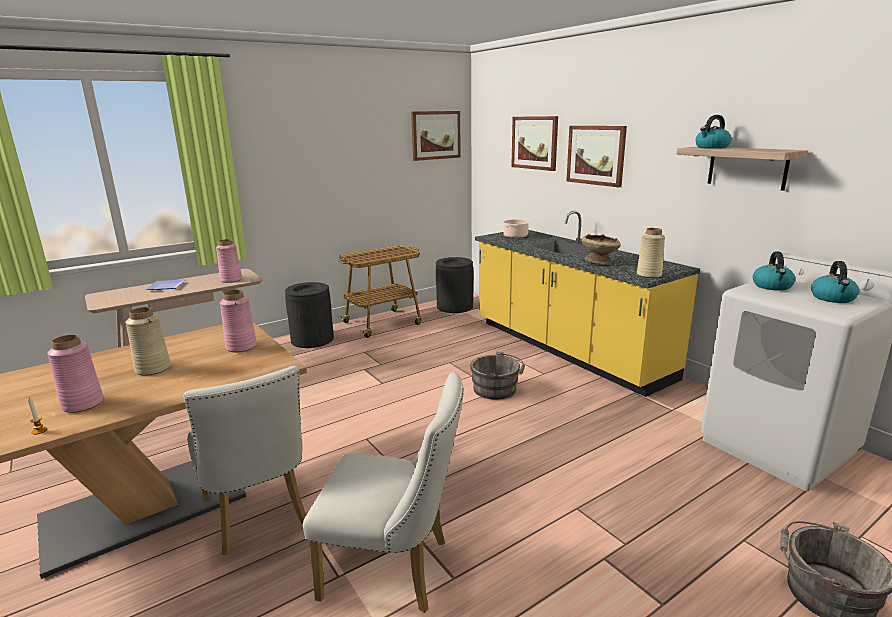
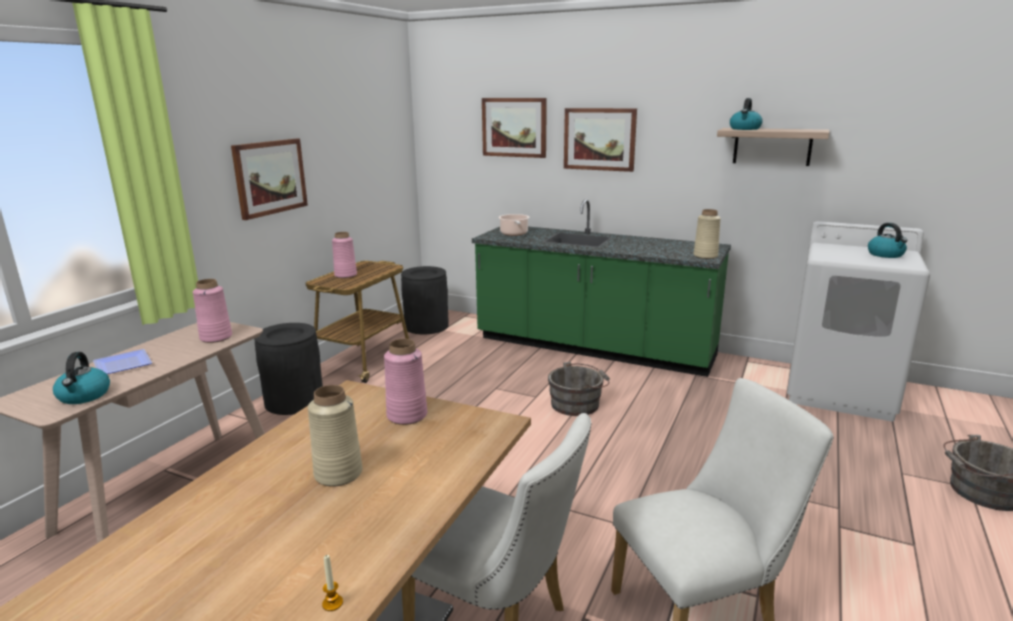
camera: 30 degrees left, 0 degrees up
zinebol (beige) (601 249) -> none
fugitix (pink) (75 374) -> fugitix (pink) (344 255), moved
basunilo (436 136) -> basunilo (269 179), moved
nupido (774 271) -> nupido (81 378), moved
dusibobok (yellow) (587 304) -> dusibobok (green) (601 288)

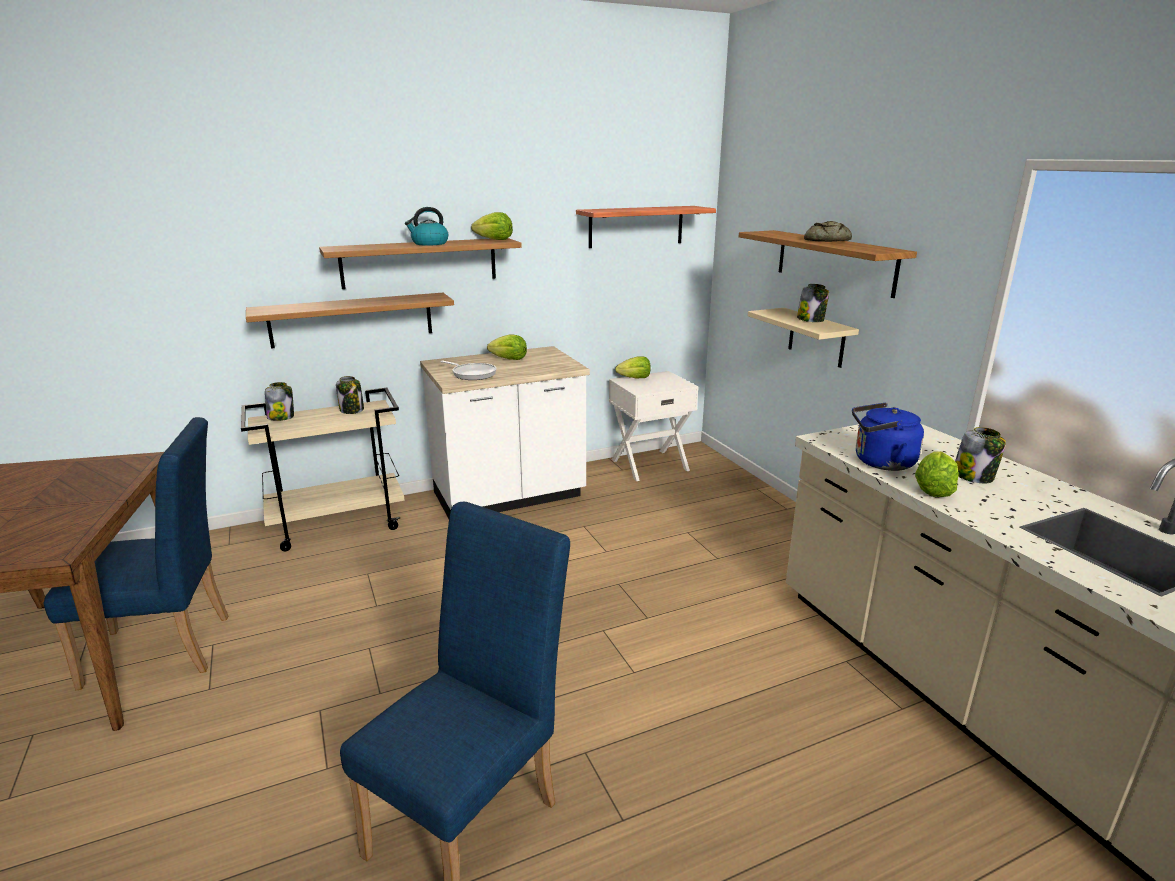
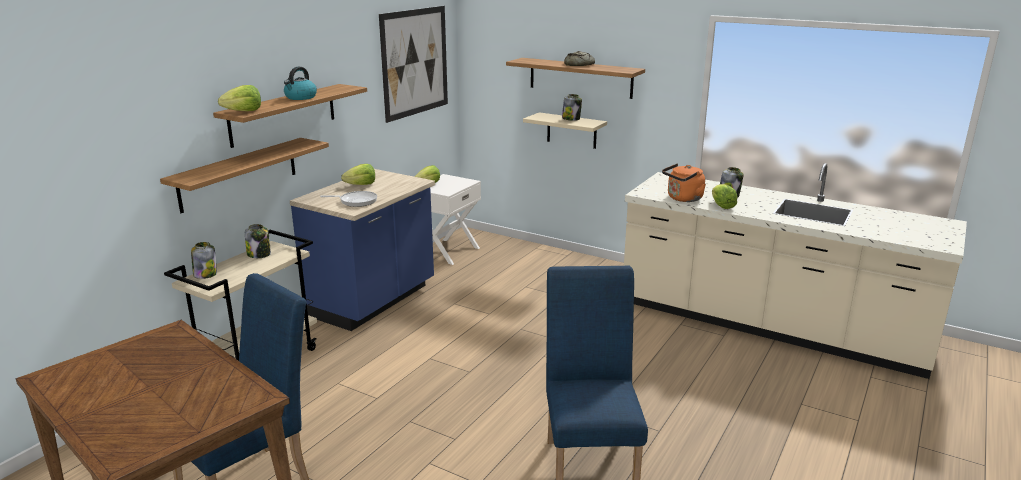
camera: 35 degrees left, 0 degrees up
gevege (492 226) -> gevege (239 98), moved
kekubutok (646 227) -> basunilo (413 64)
dusibobok (white) (505 432) -> dusibobok (blue) (362 250)
nupido (blue) (888 436) -> nupido (orange) (684 182)

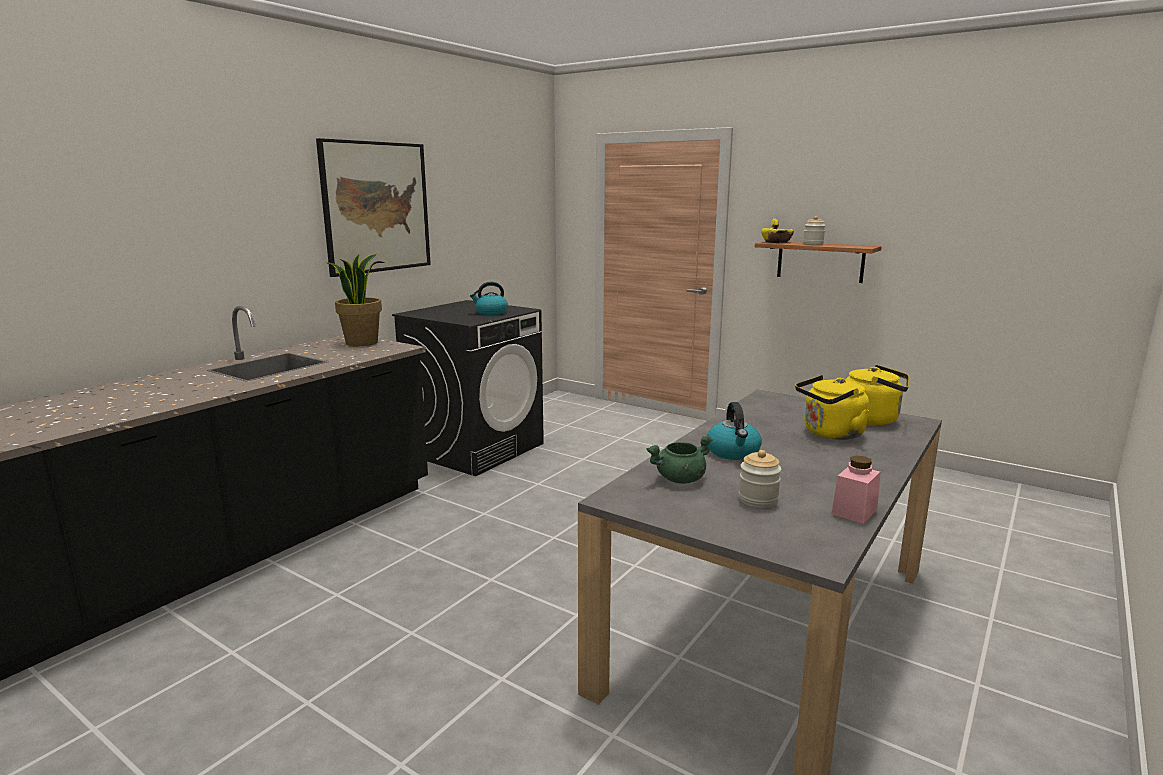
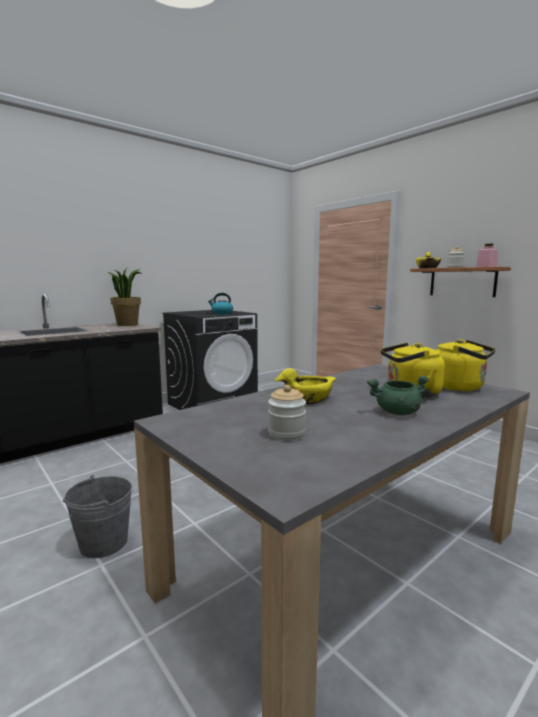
camera: 15 degrees right, 5 degrees down
basunilo (373 207) -> none
none -> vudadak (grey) (97 516)
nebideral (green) (679 459) -> nebideral (green) (398 395), moved
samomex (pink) (856 489) -> samomex (pink) (487 255), moved
nupido (734 431) -> zinebol (yellow) (305 386)

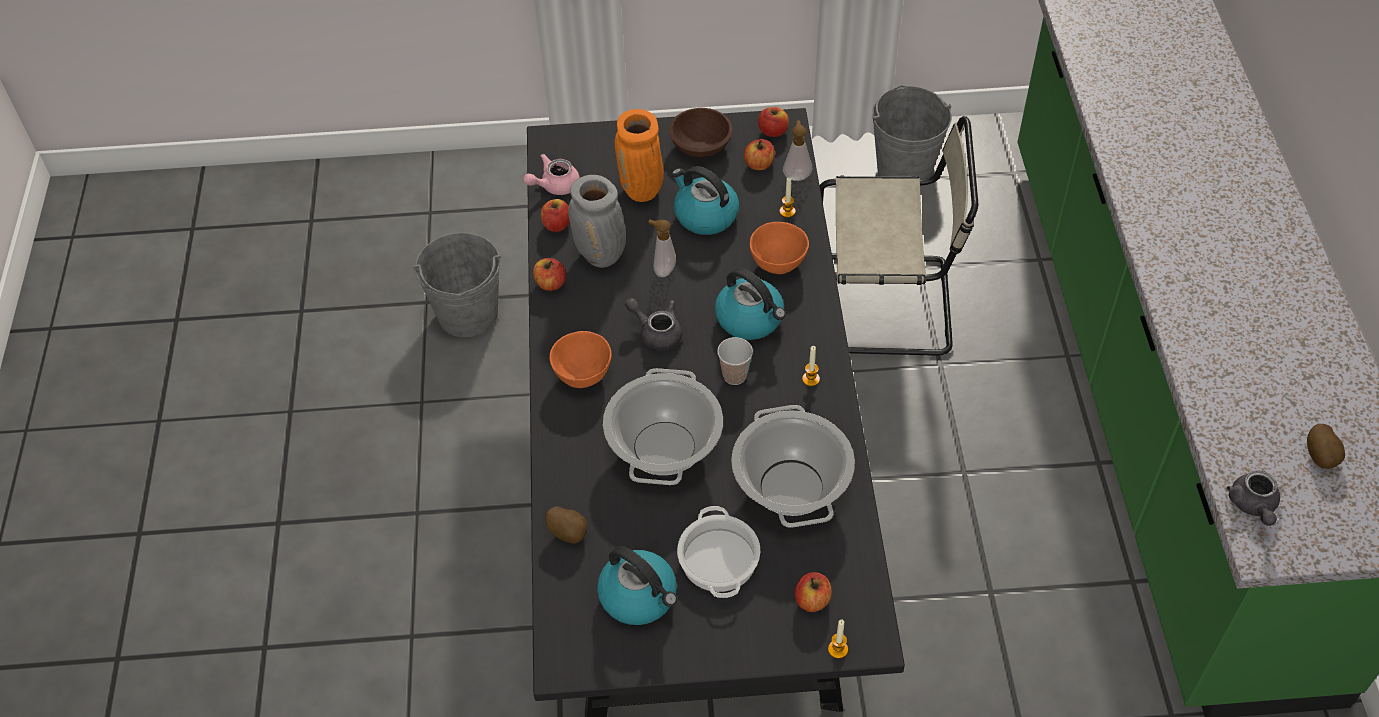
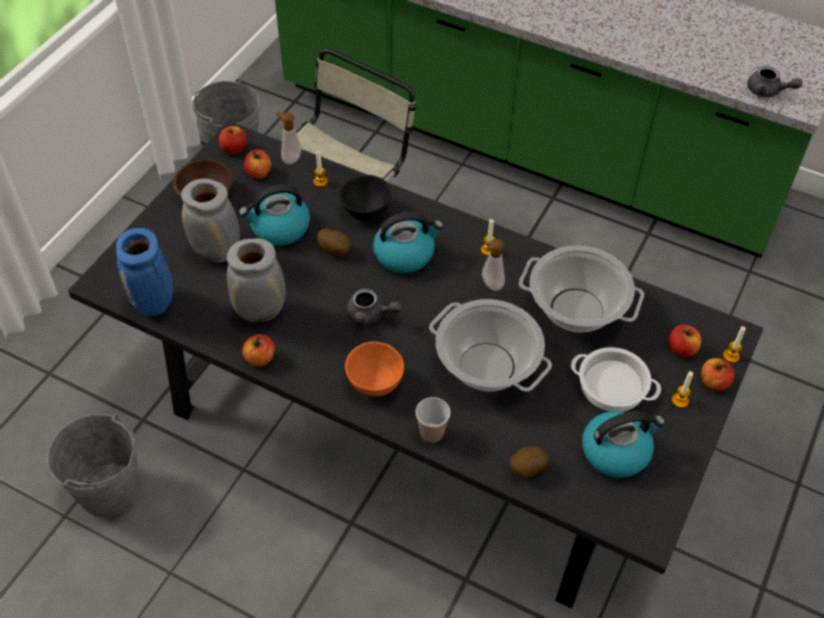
camera: 60 degrees left, 0 degrees up
none -> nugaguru (682 389)
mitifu (555 215) -> mitifu (718 374), moved
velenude (662 248) -> velenude (493 264), moved
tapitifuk (735 361) -> tapitifuk (433 420), moved
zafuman (1326 446) -> zafuman (334 242), moved
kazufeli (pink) (551 174) -> fugitix (blue) (144 272)
fugitix (orange) (639 155) -> fugitix (grey) (210 220)
zinebol (orange) (779 248) -> zinebol (black) (365 198)
kazufeli (grey) (653 324) -> kazufeli (grey) (374 307), 135 degrees counterclockwise

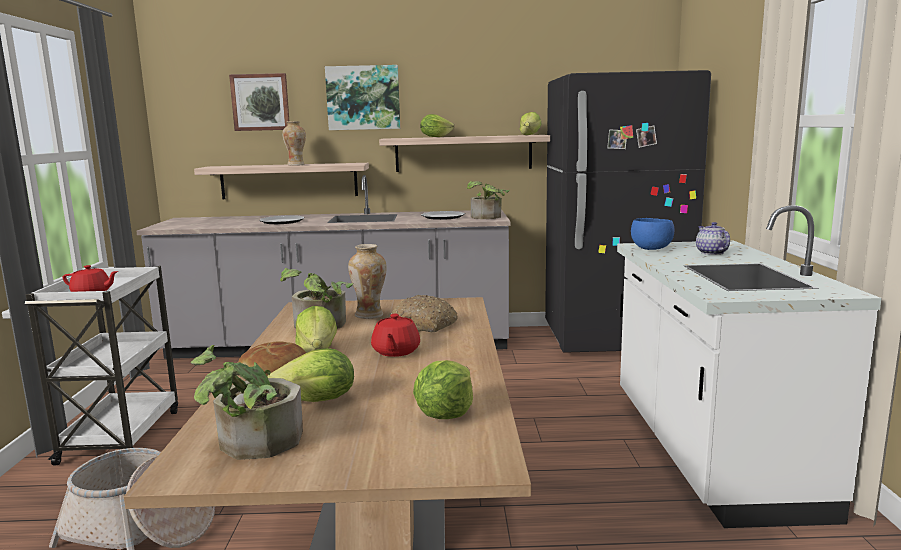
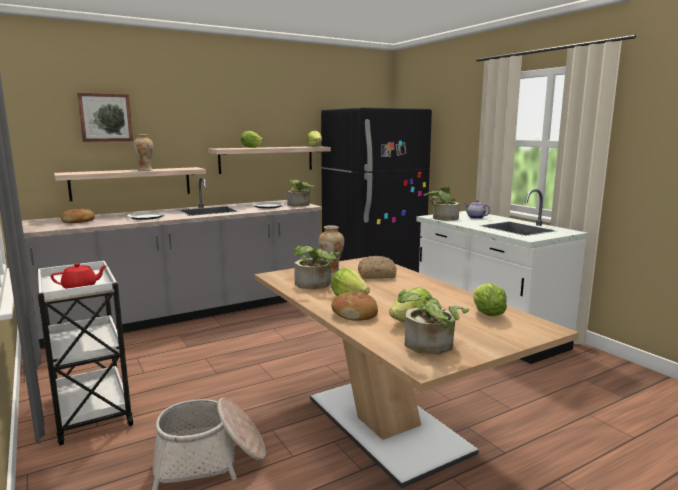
camera: 30 degrees left, 0 degrees up
basunilo (362 97) -> none
kazufeli (red) (395 335) -> none
none -> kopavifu (78 216)
zinebol (blue) (652 234) -> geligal (441 204)

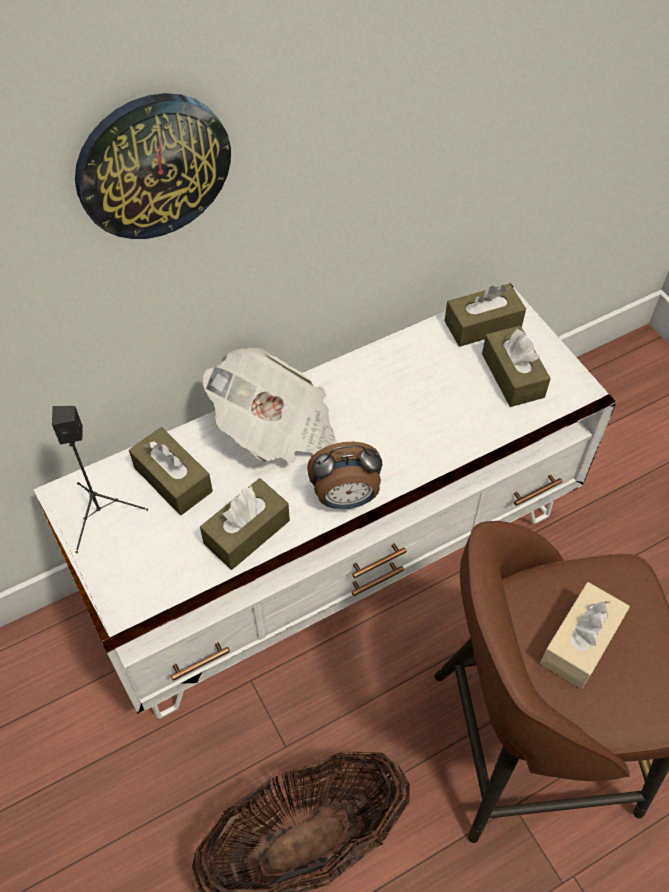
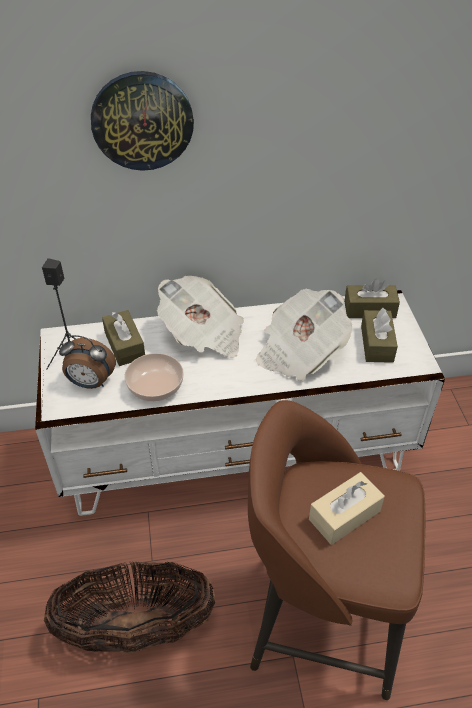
camera: 20 degrees right, 10 degrees down
none -> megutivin (304 335)
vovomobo (344 475) -> vovomobo (87 362), moved
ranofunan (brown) (245 524) -> zinebol (154 377)

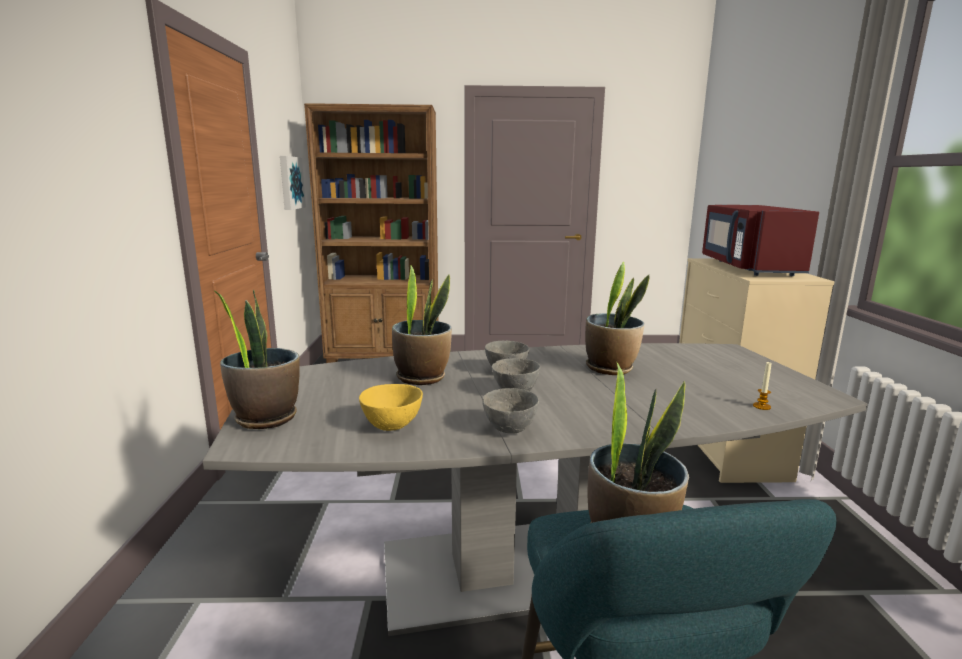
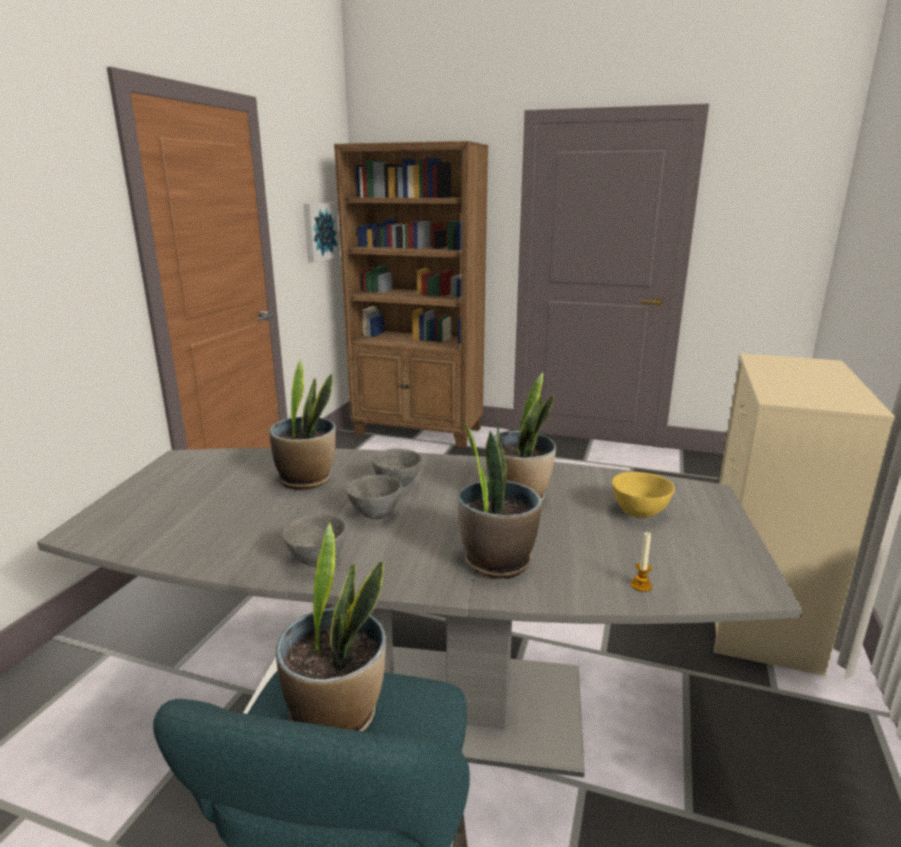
camera: 20 degrees right, 5 degrees up
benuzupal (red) (760 240) -> none
geligal (256 359) -> geligal (500 497), moved
zinebol (yellow) (391 407) -> zinebol (yellow) (643 495), moved

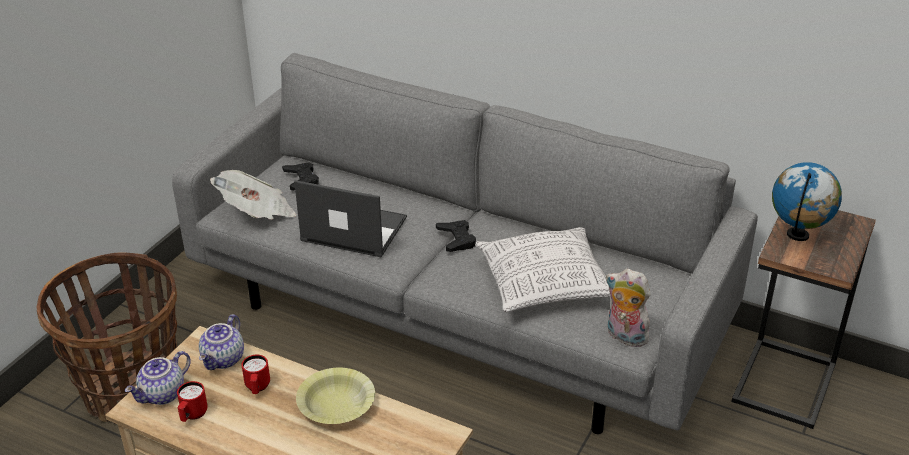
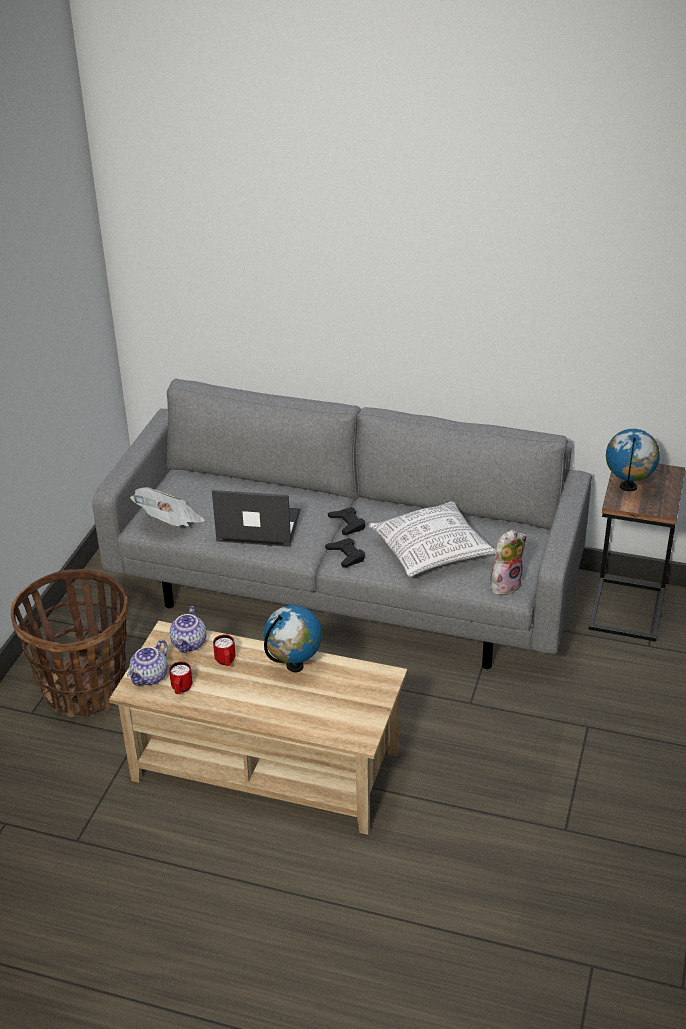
camera: 10 degrees left, 0 degrees up
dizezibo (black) (300 176) -> dizezibo (black) (345 553), moved
zinebol (yellow) (335 396) -> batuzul (293 638)
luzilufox (628 308) -> luzilufox (508 563), 120 degrees clockwise

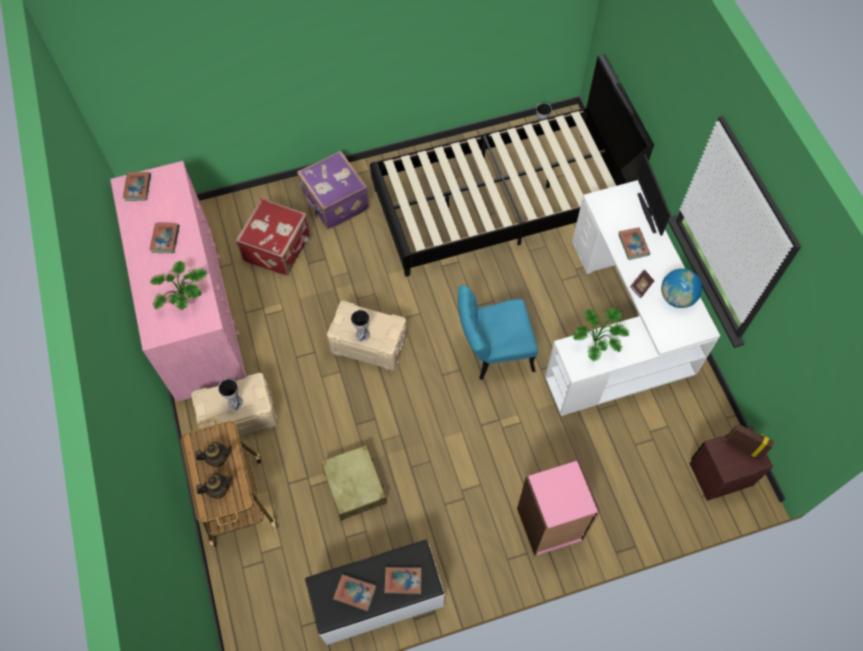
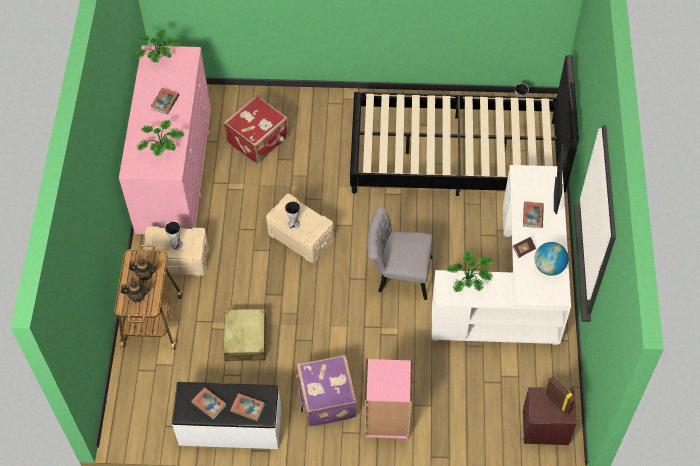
camera: 20 degrees right, 5 degrees down
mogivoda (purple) (333 190) -> mogivoda (purple) (326 391), moved
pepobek (137 186) -> geligal (157 46)
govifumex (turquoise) (498 332) -> govifumex (grey) (399 253)

